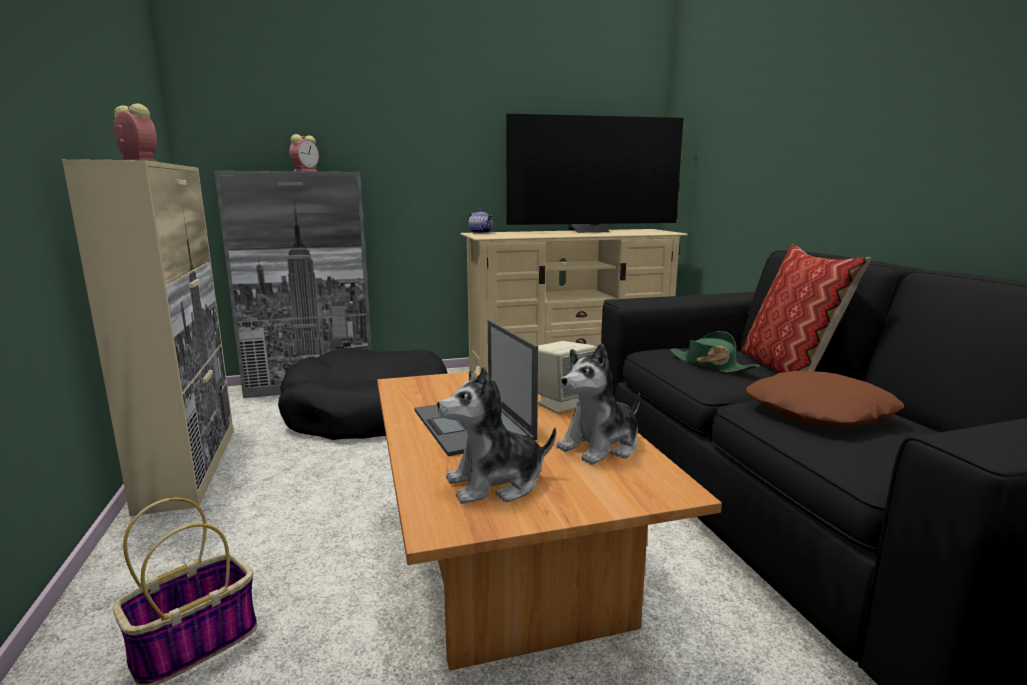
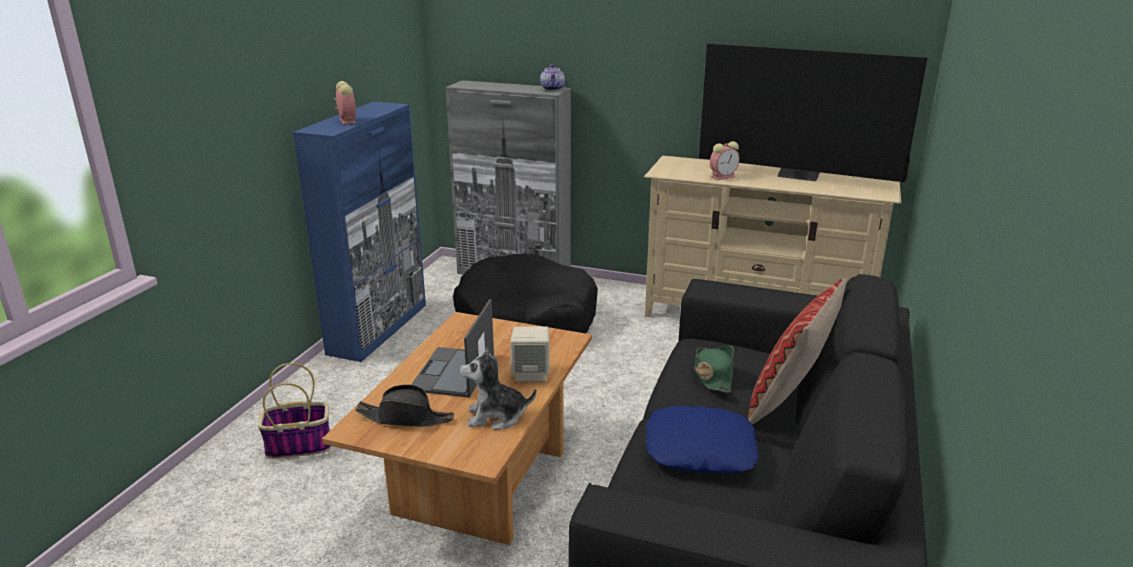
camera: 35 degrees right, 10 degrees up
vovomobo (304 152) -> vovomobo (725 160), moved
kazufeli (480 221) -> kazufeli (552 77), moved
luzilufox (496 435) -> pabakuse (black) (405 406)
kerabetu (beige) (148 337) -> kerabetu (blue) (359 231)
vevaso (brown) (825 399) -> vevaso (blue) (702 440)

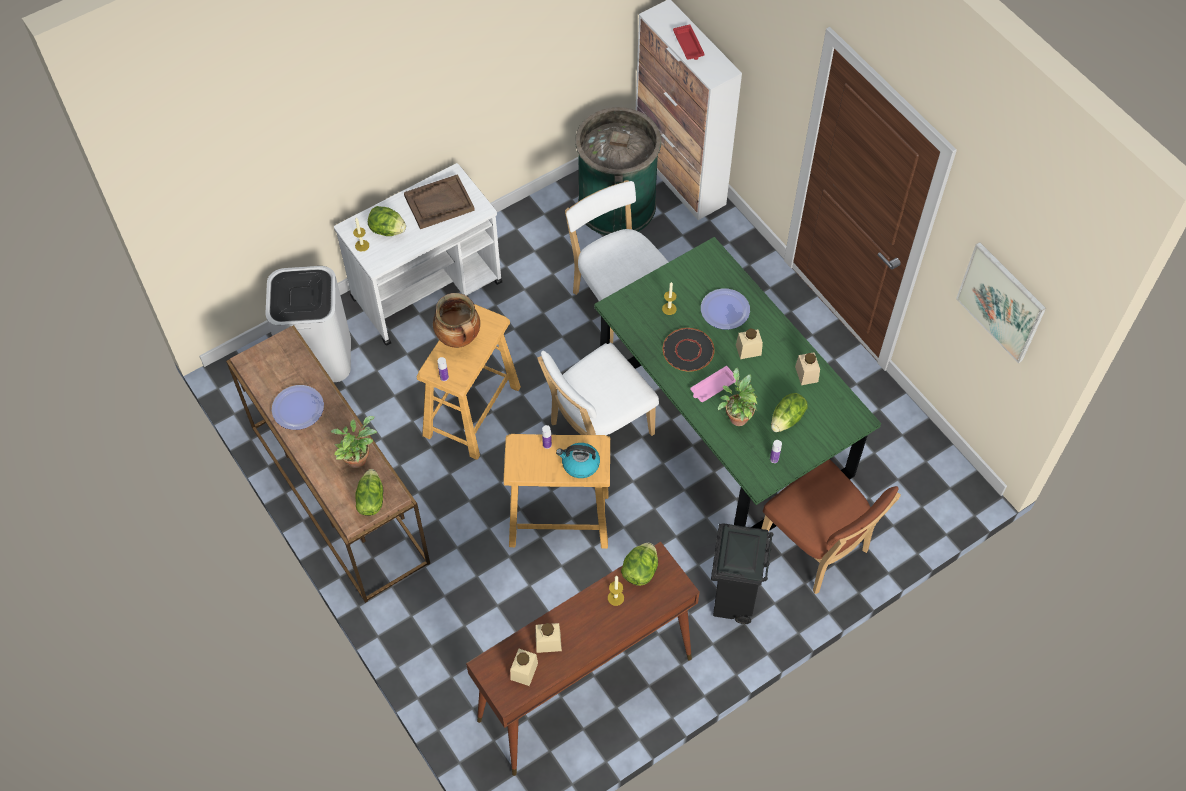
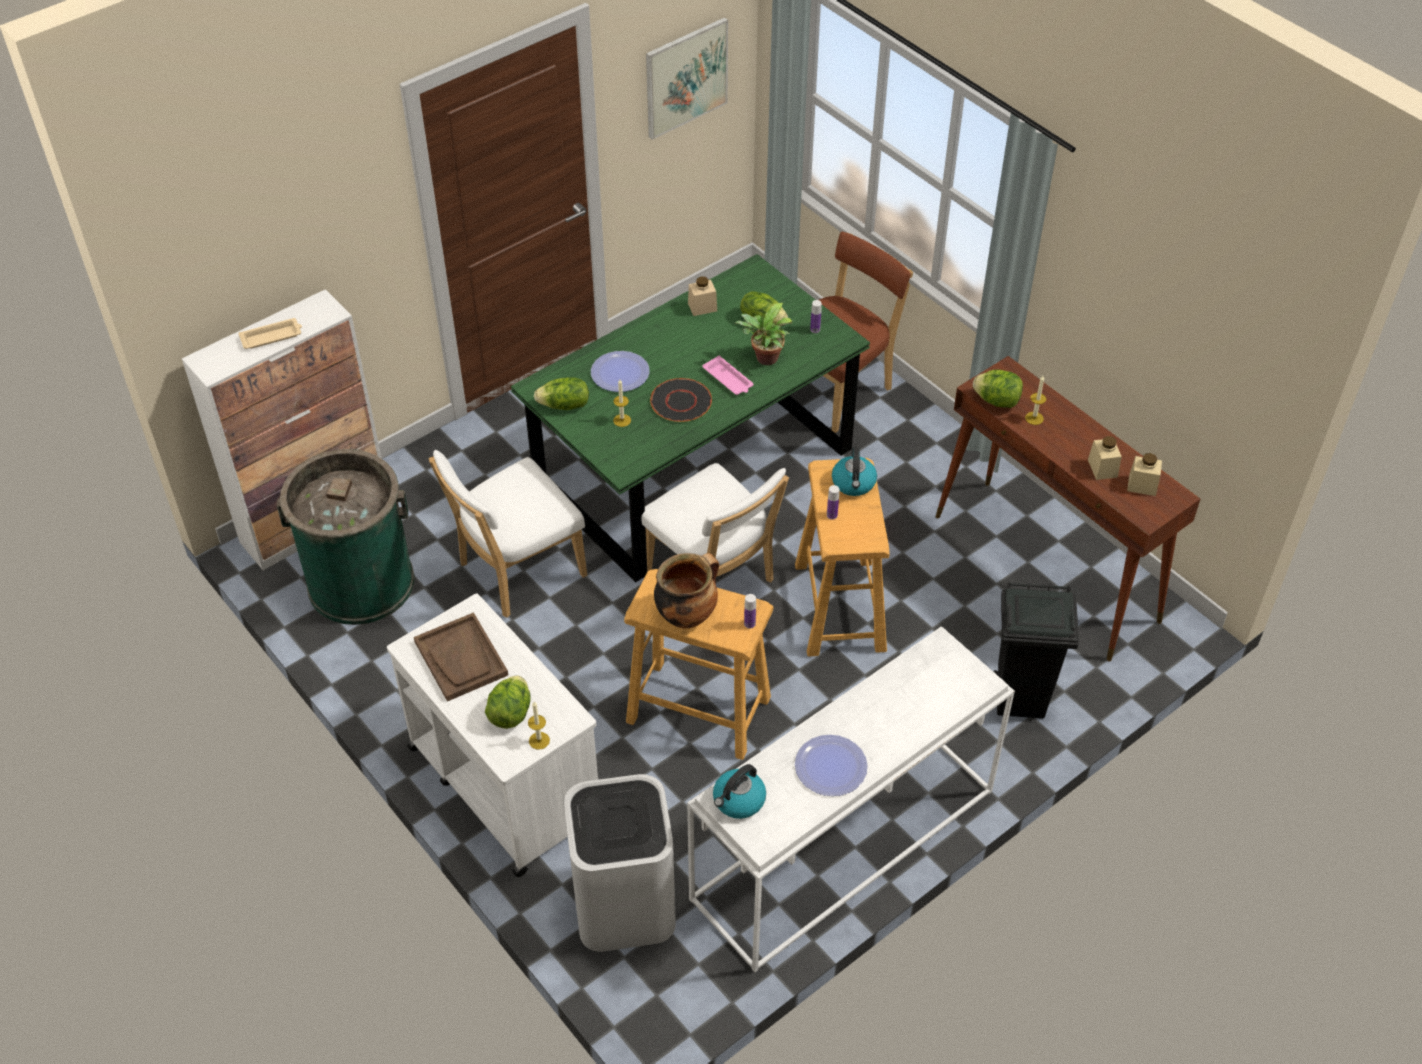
camera: 95 degrees left, 10 degrees down
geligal (354 442) -> none
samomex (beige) (749 344) -> none
none -> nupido (739 791)
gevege (369 492) -> gevege (561 393), moved
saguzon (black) (742 573) -> saguzon (black) (1036 650), moved
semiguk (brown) (328 464) -> semiguk (white) (851 799)
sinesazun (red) (689 42) -> sinesazun (beige) (270 333)

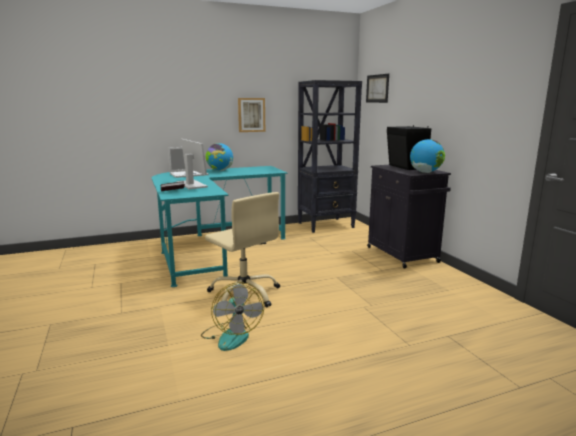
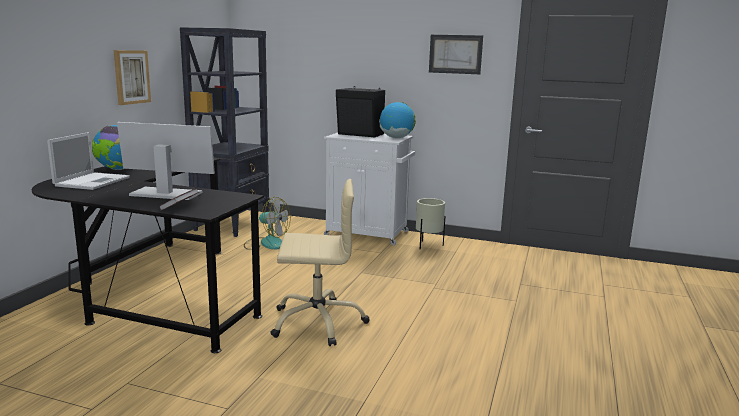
camera: 50 degrees left, 0 degrees up
none -> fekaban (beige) (430 223)
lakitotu (232 316) -> lakitotu (267 223), moved
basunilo (377 88) -> basunilo (456 54), moved
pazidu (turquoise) (220 226) -> pazidu (black) (148 255)
kerabetu (black) (409 217) -> kerabetu (white) (369 189)

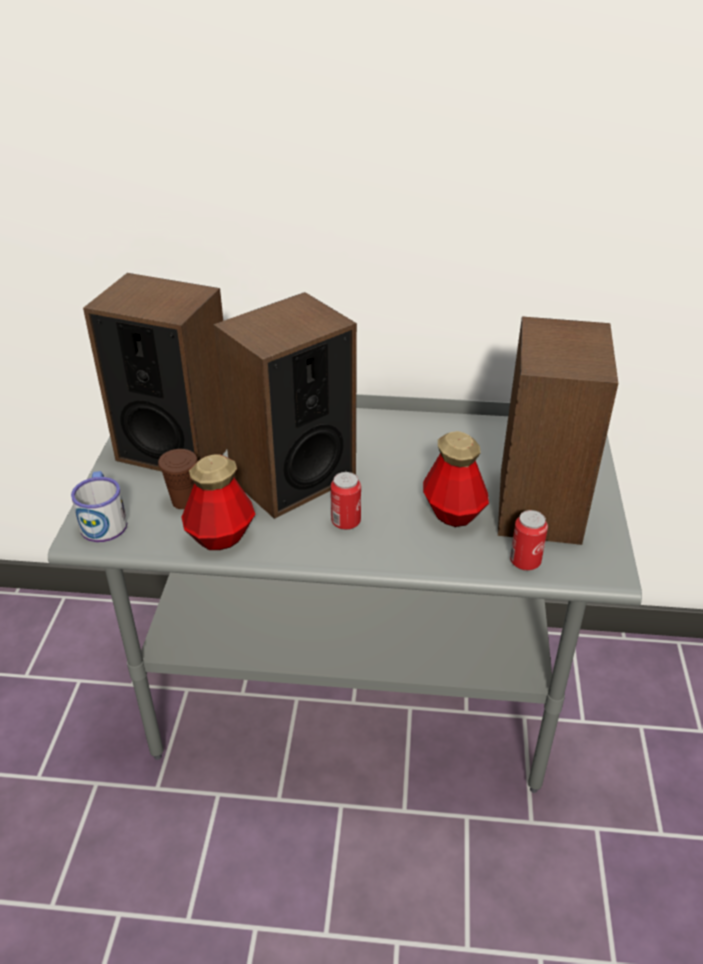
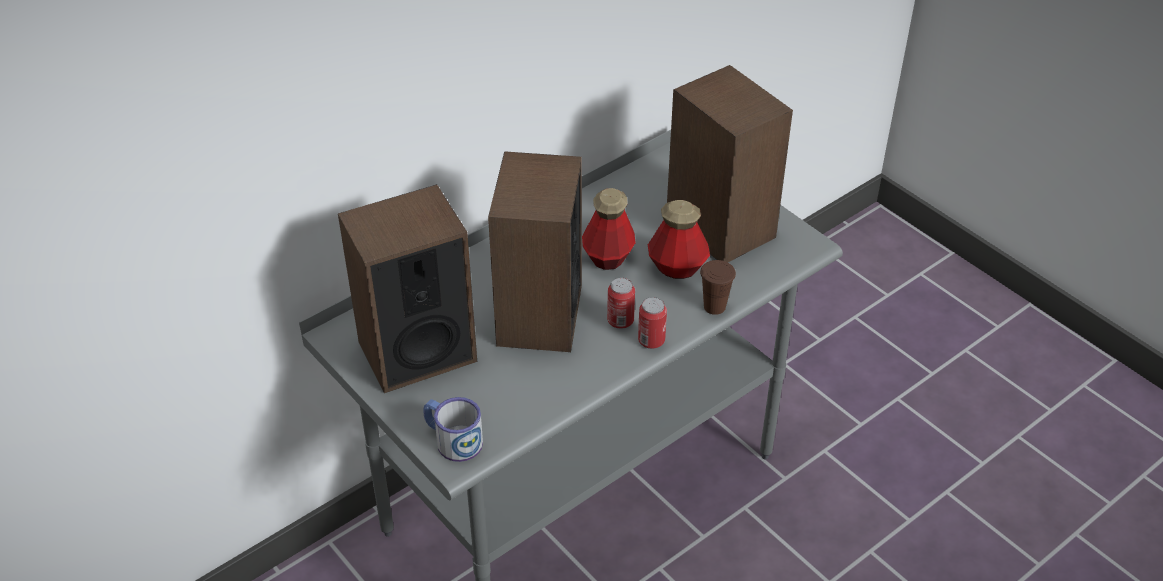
camera: 45 degrees left, 5 degrees up
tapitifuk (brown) (177 479) -> tapitifuk (brown) (718 287), moved
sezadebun (218 502) -> sezadebun (609 229), moved
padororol (529 540) -> padororol (652 323), moved

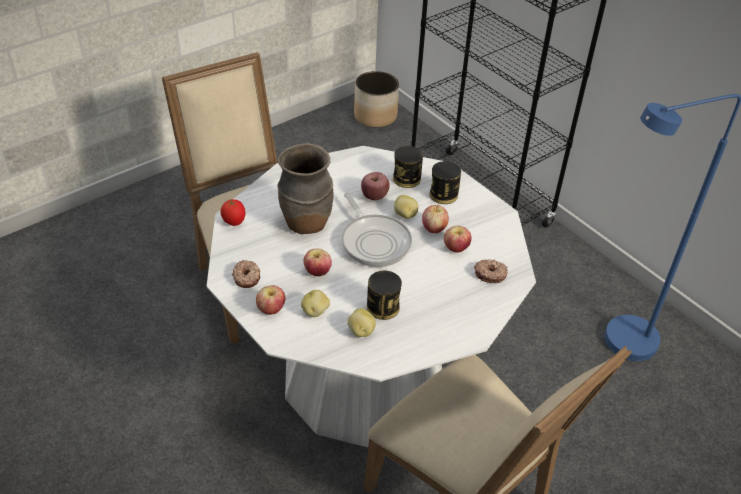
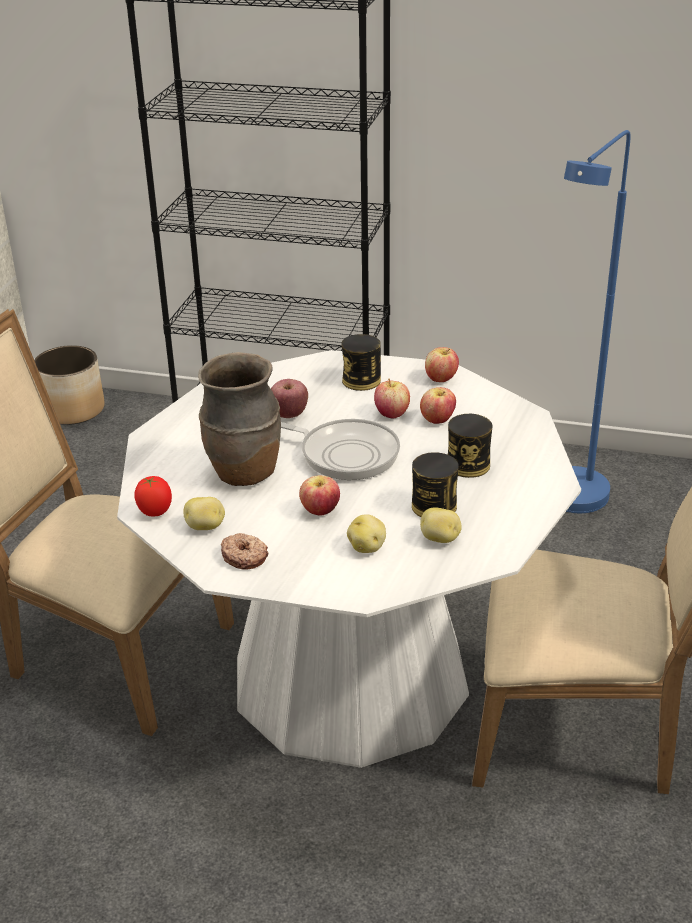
camera: 35 degrees left, 10 degrees down
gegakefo (491 271) -> none
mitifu (271 300) -> mitifu (442 364), moved
padororol (408 167) -> padororol (470 446), moved
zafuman (406 206) -> zafuman (204 513), moved

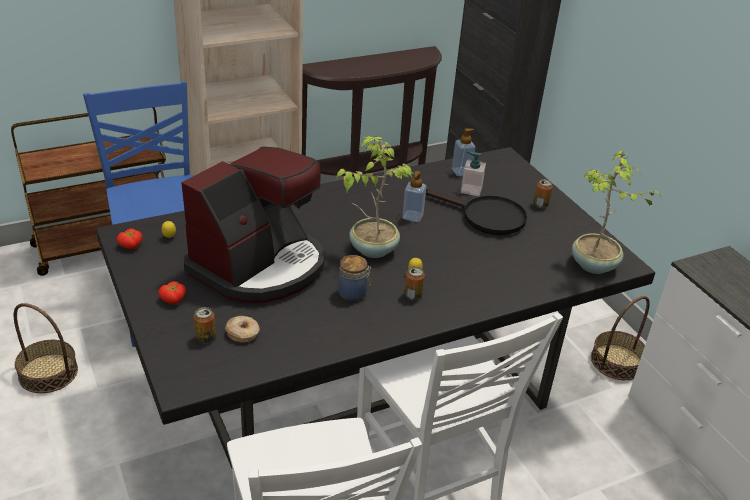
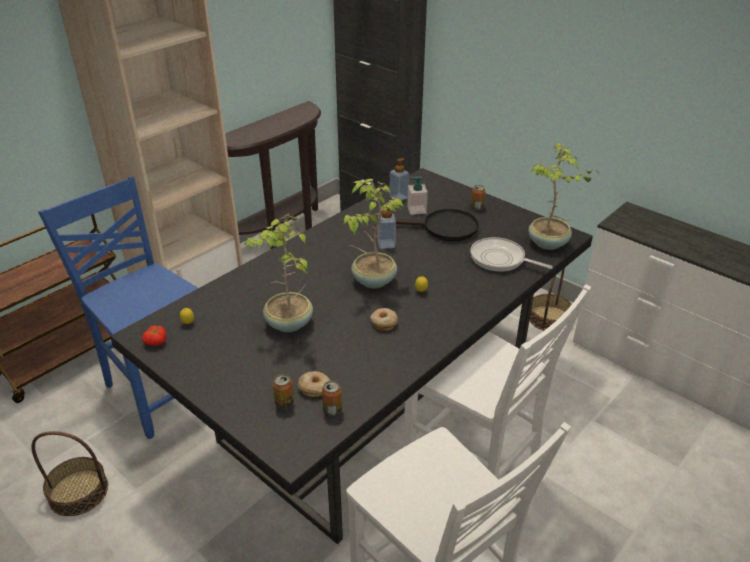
camera: 20 degrees left, 0 degrees up
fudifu (172 292) -> none
none -> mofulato (511 254)
padororol (414 283) -> padororol (332 398), moved
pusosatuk (253 224) -> geligal (278 272)
samomex (354 278) -> gegakefo (384 319)

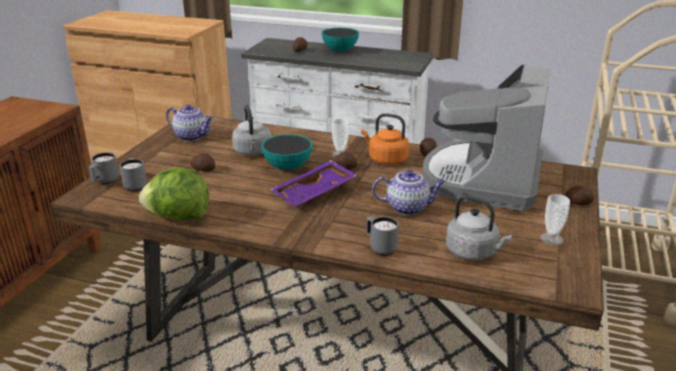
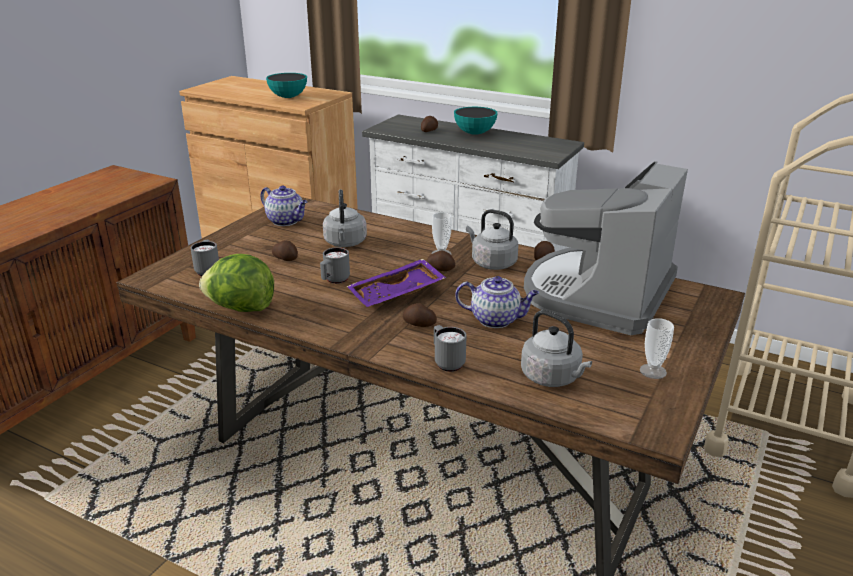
camera: 10 degrees right, 0 degrees up
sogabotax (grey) (104 168) -> sogabotax (grey) (335 265), moved
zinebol (286 152) -> zinebol (286 85), moved
zafuman (579 195) -> zafuman (420 315), moved
nupido (orange) (385 139) -> nupido (grey) (492 239)

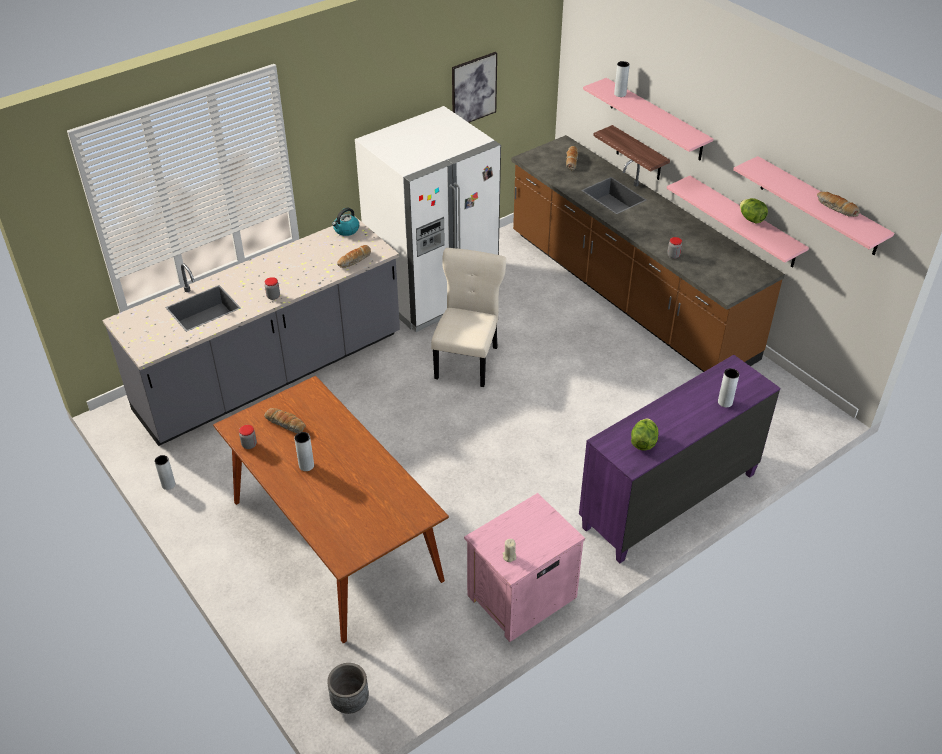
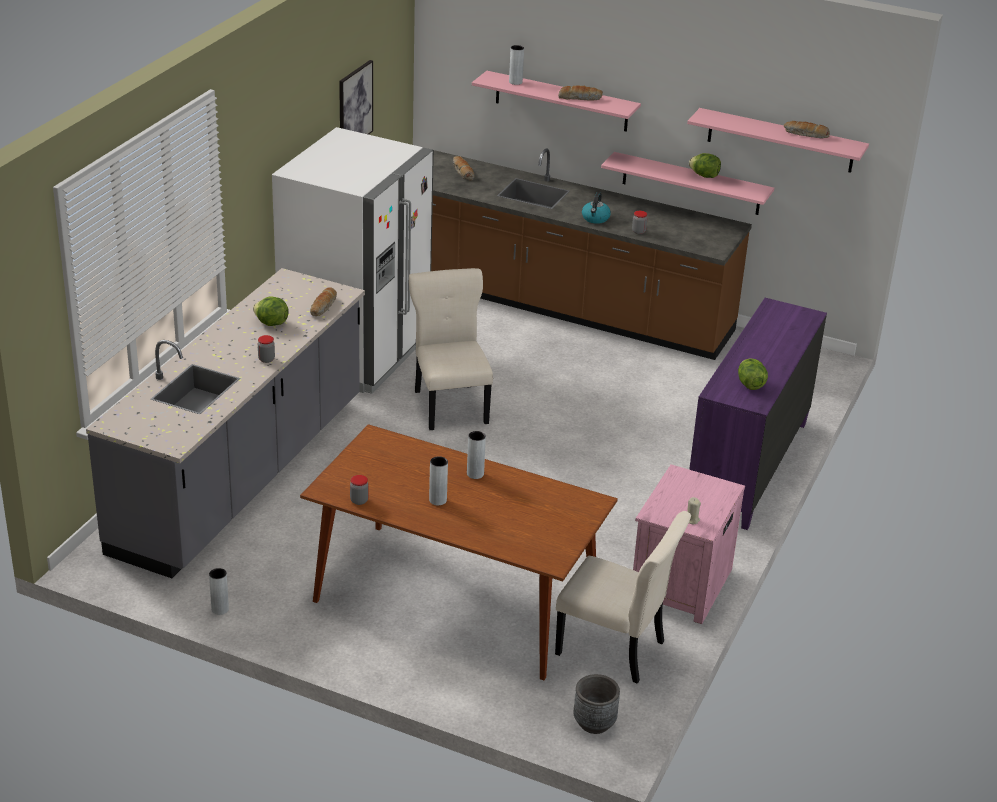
camera: 30 degrees left, 10 degrees down
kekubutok (631 152) -> none
none -> gevege (271 311)
none -> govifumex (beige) (623 597)
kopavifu (285 420) -> kopavifu (580 92), moved
nupido (345 222) -> nupido (596 208), moved
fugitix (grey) (728 387) -> fugitix (grey) (476 455), moved

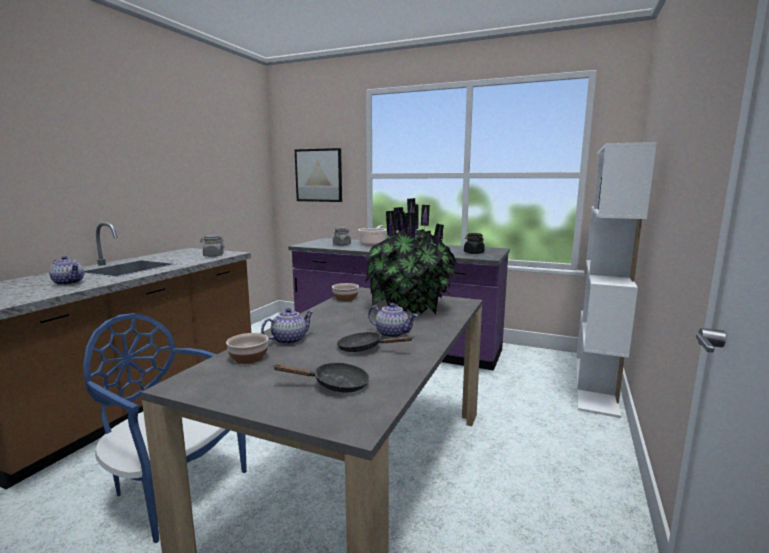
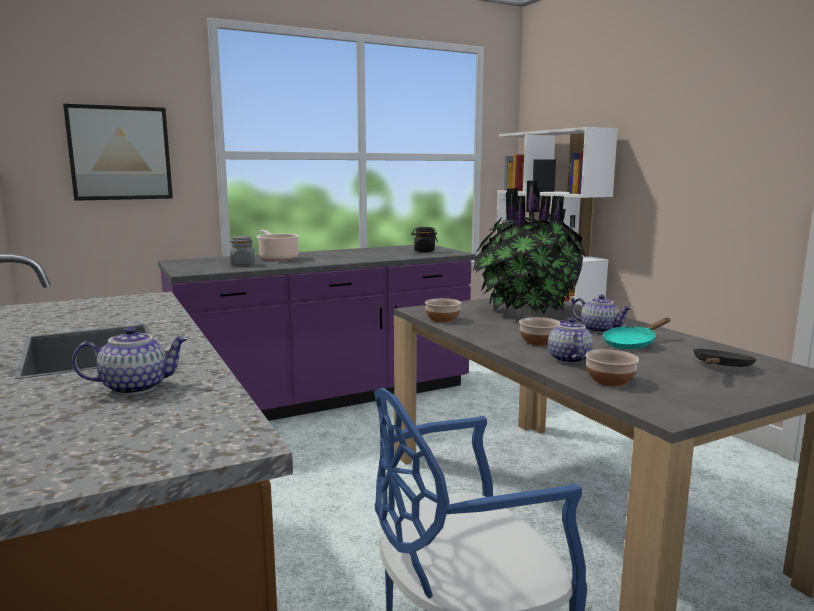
camera: 50 degrees left, 0 degrees up
samomex (grey) (212 246) -> none
none -> zinebol (539 331)
mofulato (black) (375 342) -> mofulato (turquoise) (636 333)
kazufeli (393 320) -> kazufeli (601 313), 60 degrees clockwise

